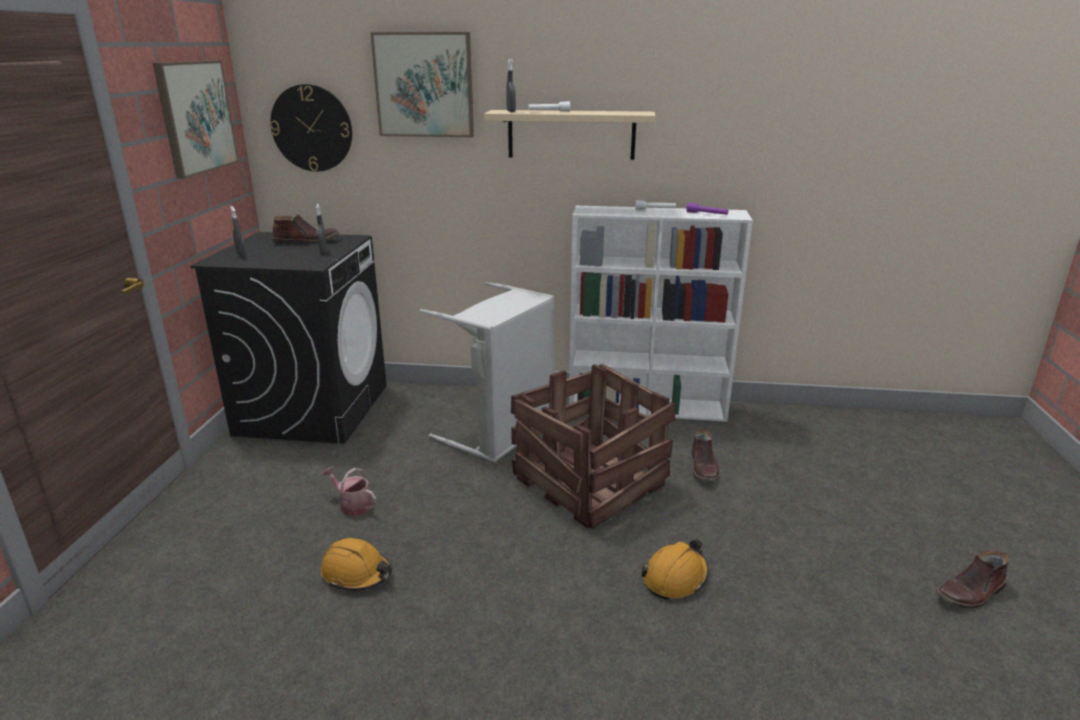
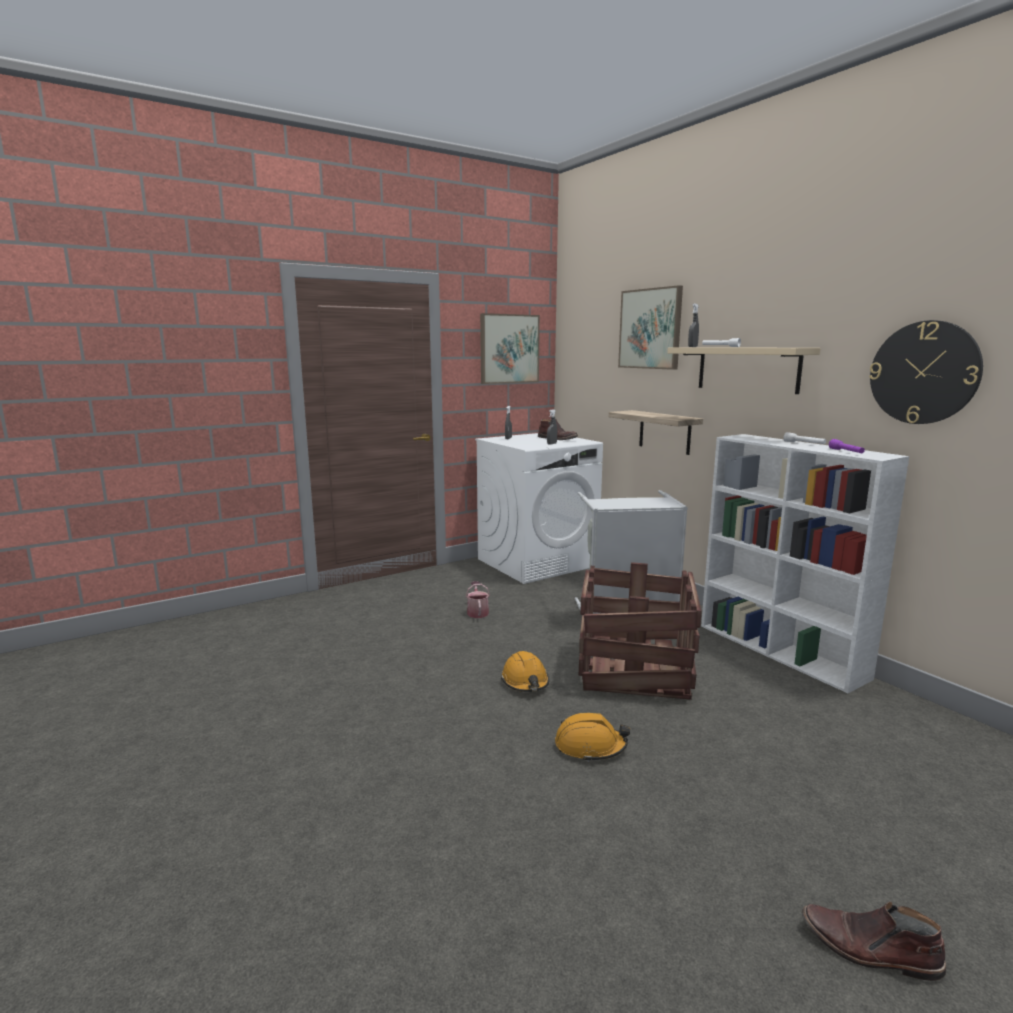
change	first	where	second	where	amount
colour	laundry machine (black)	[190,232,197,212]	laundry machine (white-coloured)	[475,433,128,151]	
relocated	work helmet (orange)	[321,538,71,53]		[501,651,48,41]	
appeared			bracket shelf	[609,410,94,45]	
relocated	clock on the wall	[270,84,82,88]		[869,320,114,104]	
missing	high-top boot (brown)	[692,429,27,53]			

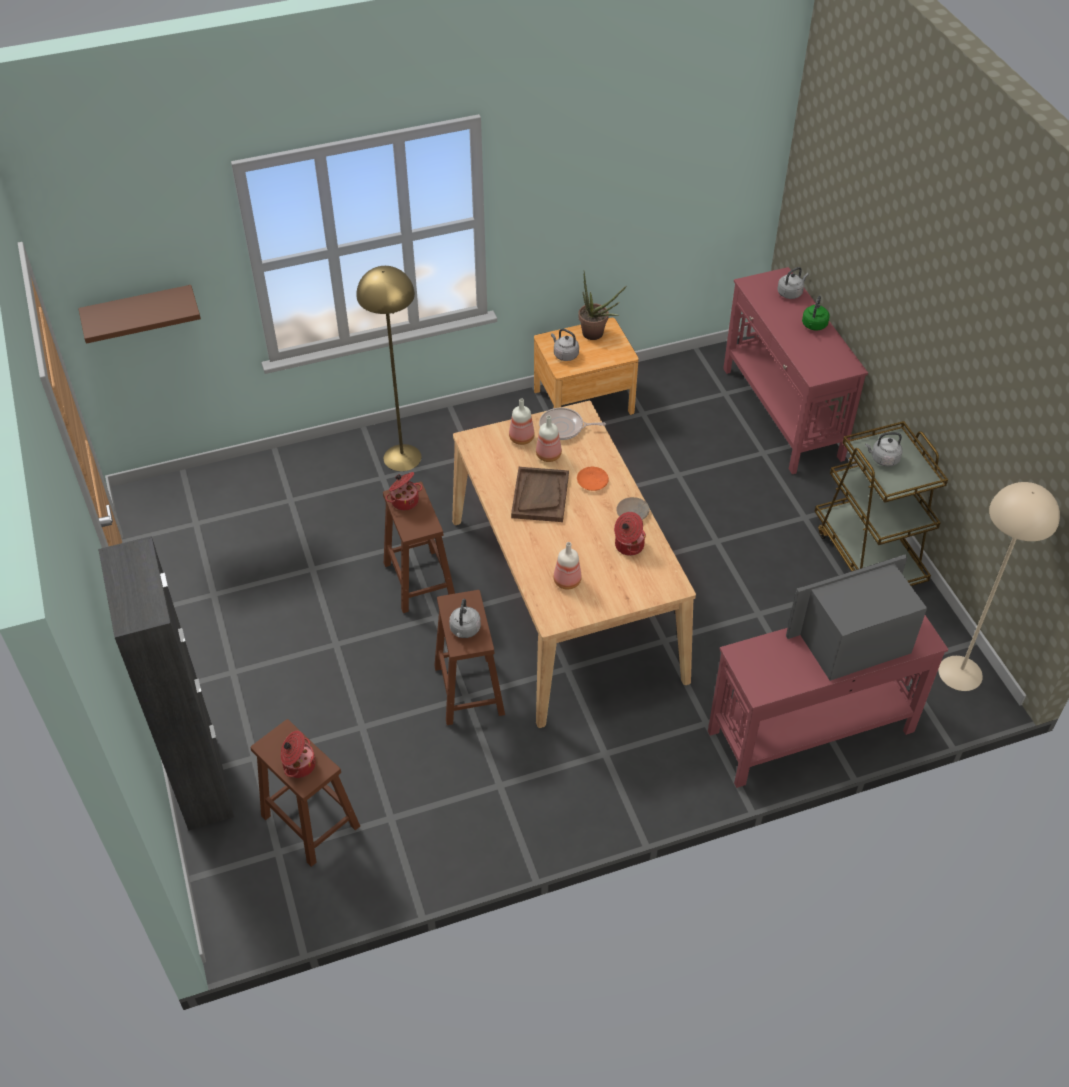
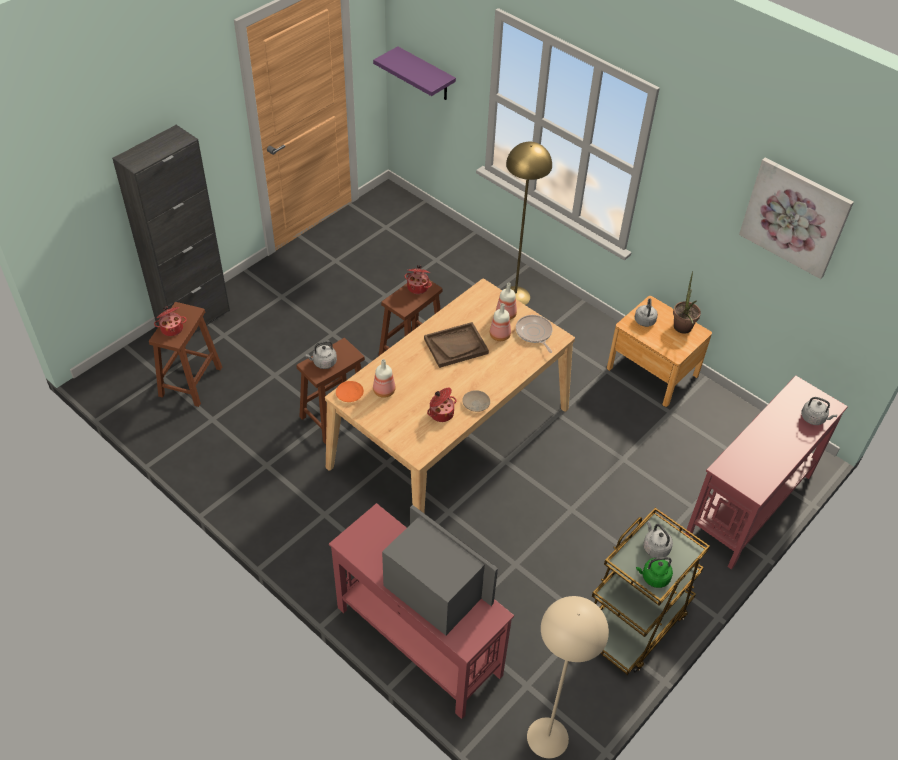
change	first	where	second	where	amount
relocated	plate (orange)	[577,466,32,25]		[336,381,28,21]	
colour	bracket shelf (brown)	[78,285,123,59]	bracket shelf (purple-coloured)	[373,46,83,54]	
relocated	kettle (greenish)	[802,296,28,35]		[636,557,37,31]	
appeared			wall picture	[739,157,115,122]	

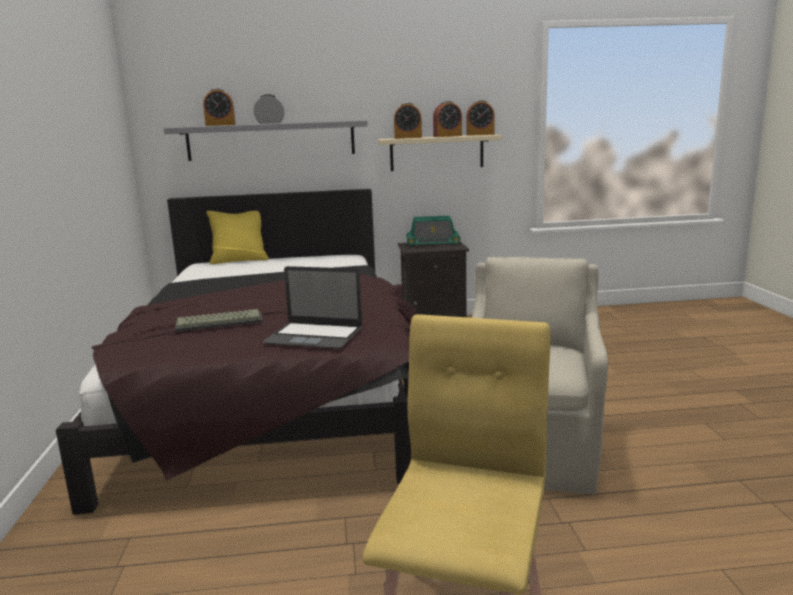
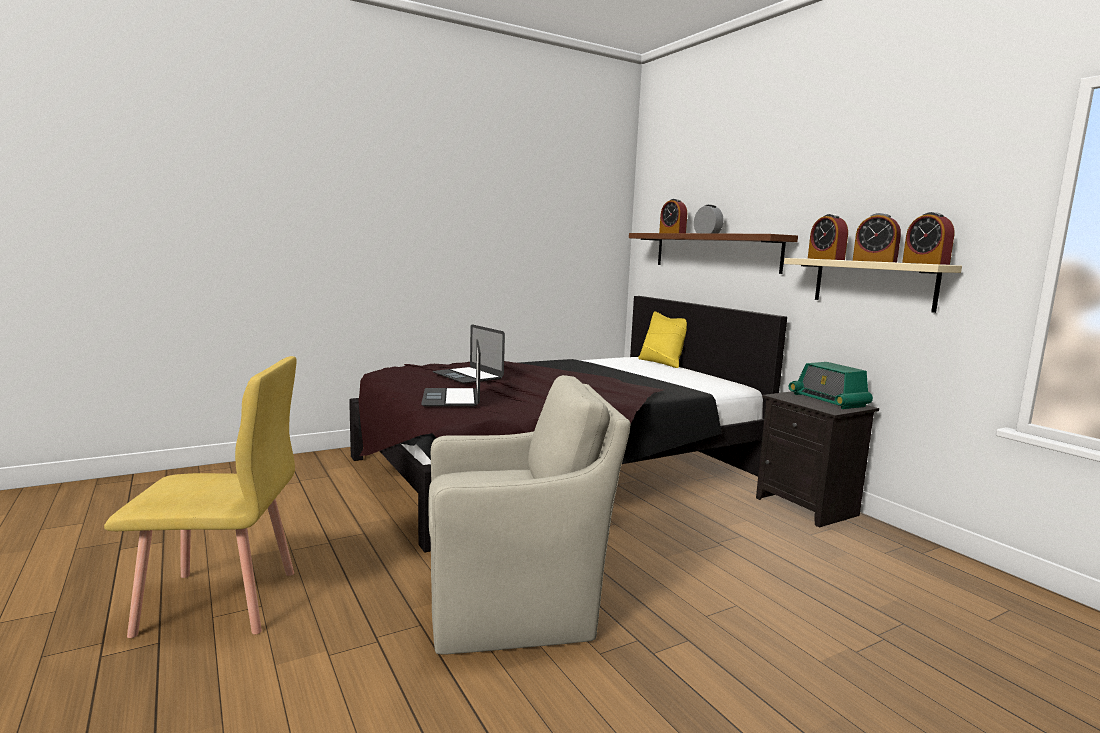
change	first	where	second	where	amount
exchanged	PC keyboard	[175,309,88,23]	laptop	[433,324,72,59]	
colour	bracket shelf (gray)	[164,120,204,41]	bracket shelf (brown)	[629,233,169,41]	

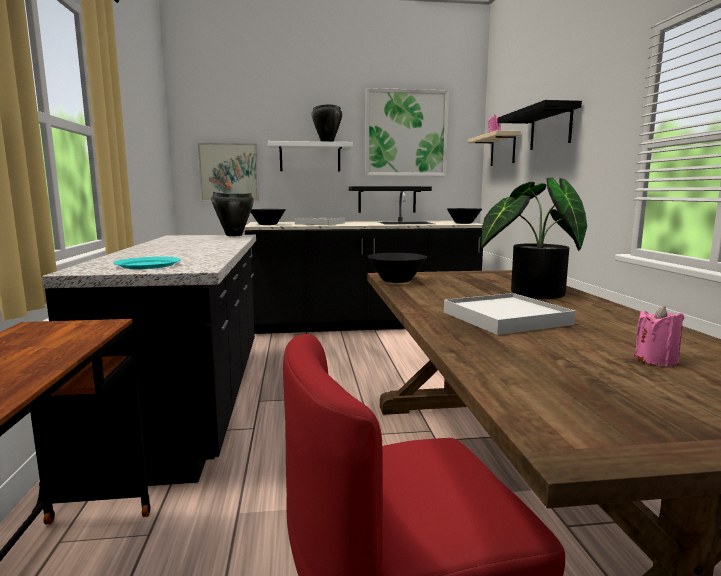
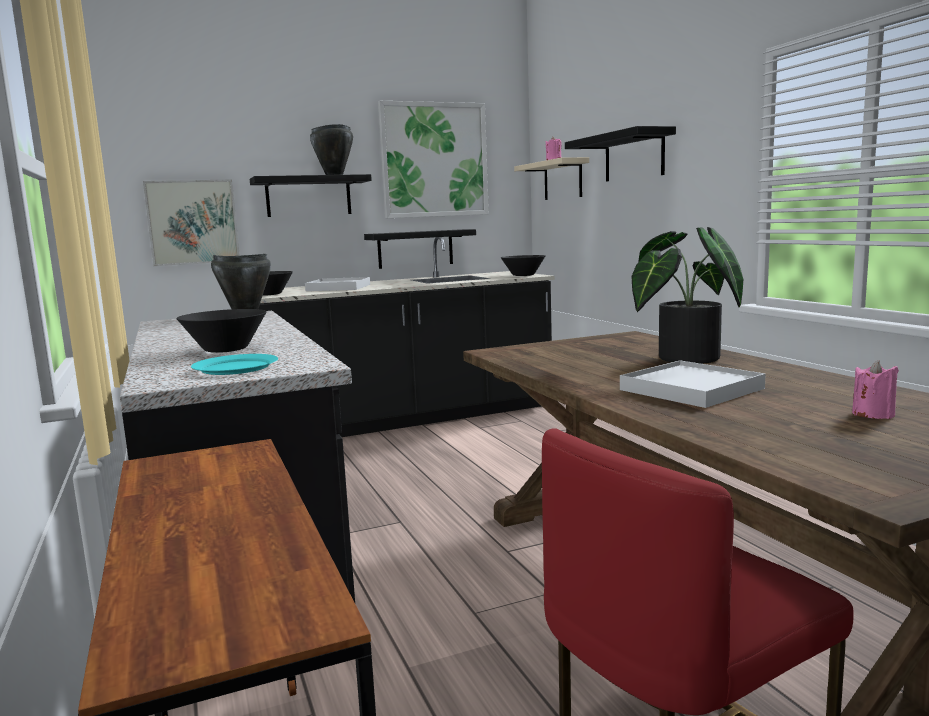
change	first	where	second	where	amount
relocated	serving bowl (black)	[367,253,60,30]		[176,309,91,44]	
colour	bracket shelf (white-coloured)	[268,141,85,30]	bracket shelf (black)	[250,174,122,43]	

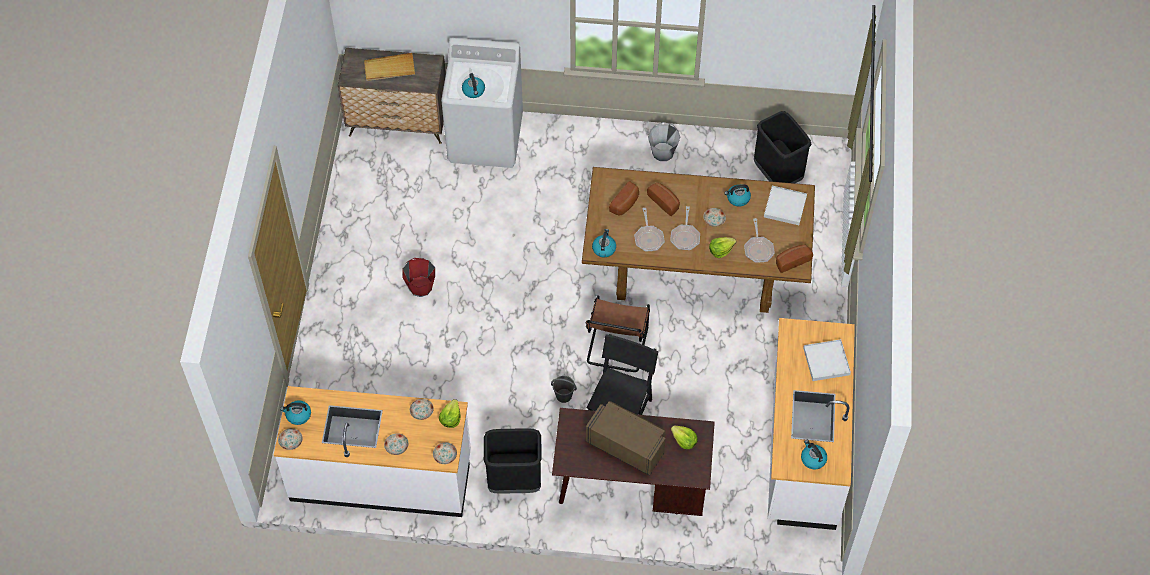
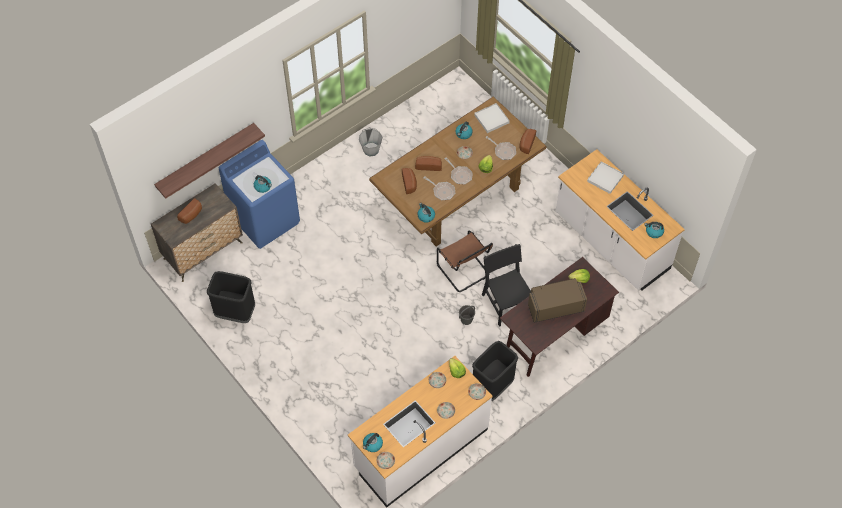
change	first	where	second	where	amount
appeared			bracket shelf	[154,123,111,76]	
exchanged	tray (beige-coloured)	[364,53,51,28]	baked bread	[177,198,25,26]	
relocated	waste bin (black)	[754,111,58,72]		[207,271,48,52]	
colour	laundry machine (white-coloured)	[441,38,82,130]	laundry machine (blue)	[219,140,81,109]	
missing	pail (reddish)	[402,258,33,39]			

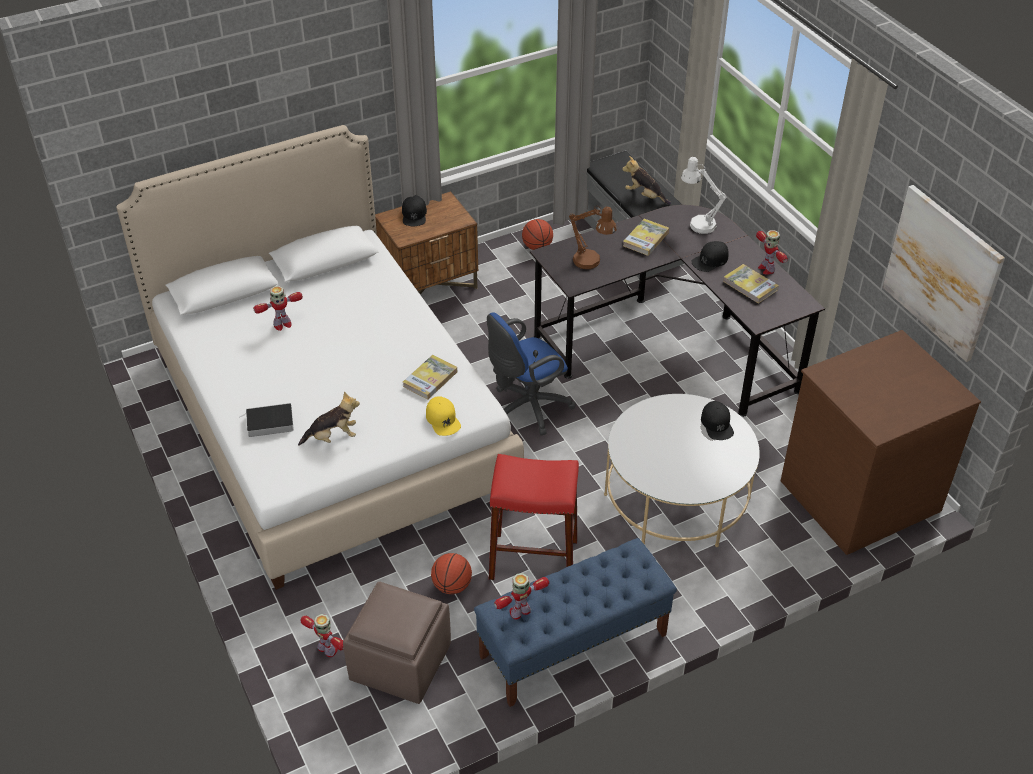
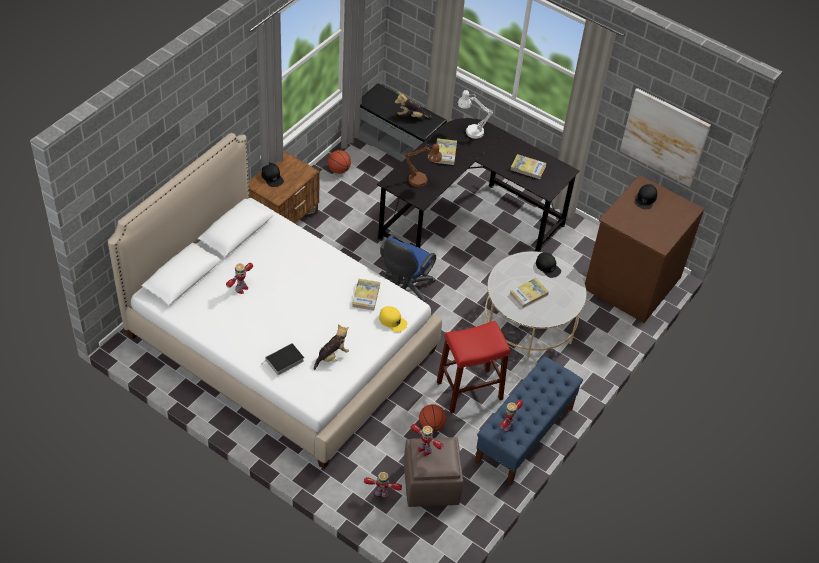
change	first	where	second	where	amount
relocated	robot figure	[756,230,32,45]		[410,424,34,32]	
appeared			volume	[510,278,39,30]	
relocated	baseball cap (black)	[691,241,38,31]		[635,184,22,25]	

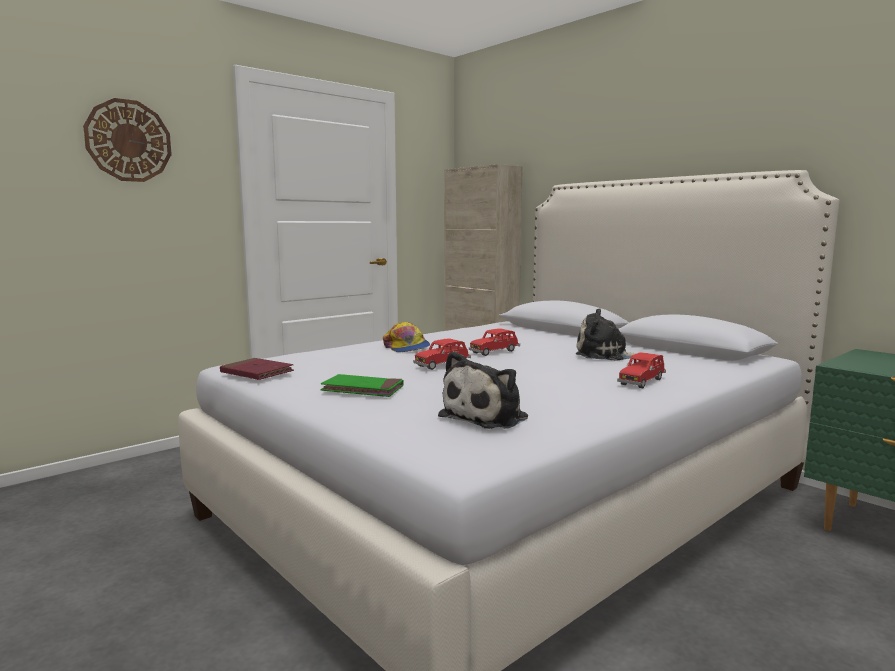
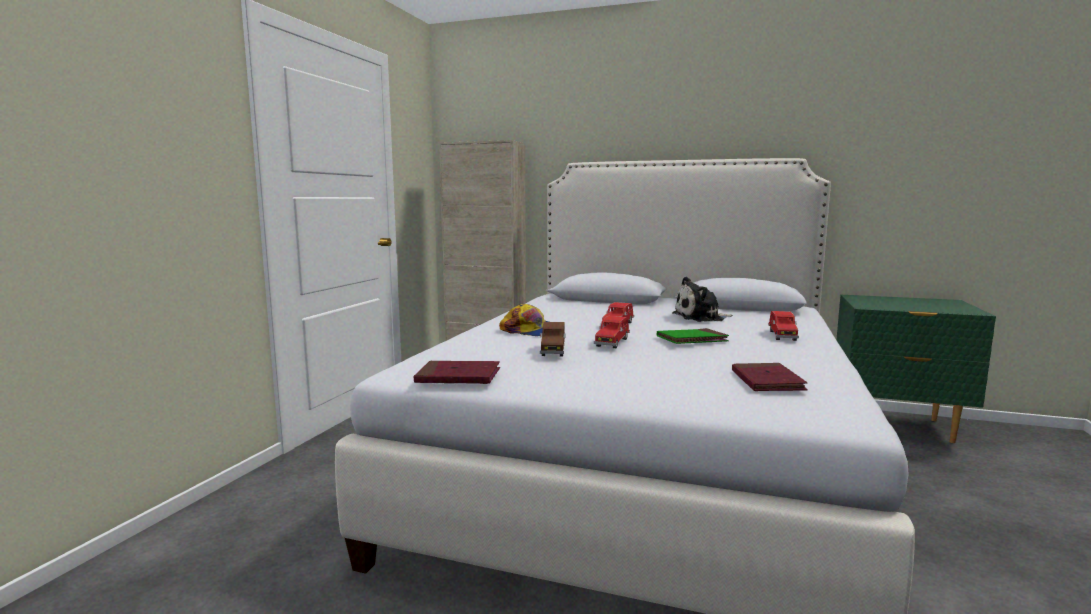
change	first	where	second	where	amount
appeared			toy car (brown)	[540,322,26,34]	
relocated	volume (greenish)	[320,374,83,23]		[657,328,72,16]	
exchanged	plush toy	[438,351,90,78]	volume (reddish)	[732,363,76,28]	
missing	clock on the wall	[83,98,89,84]			

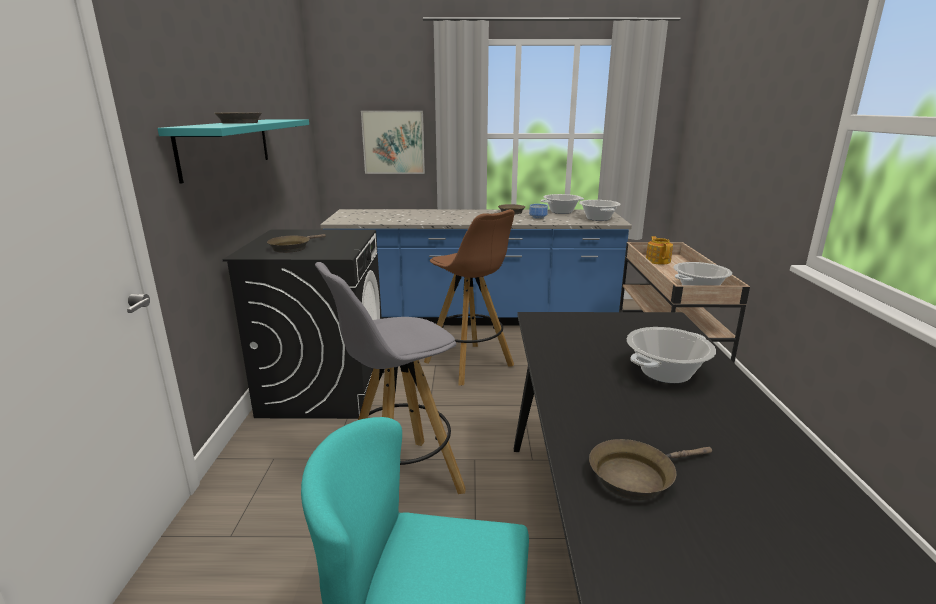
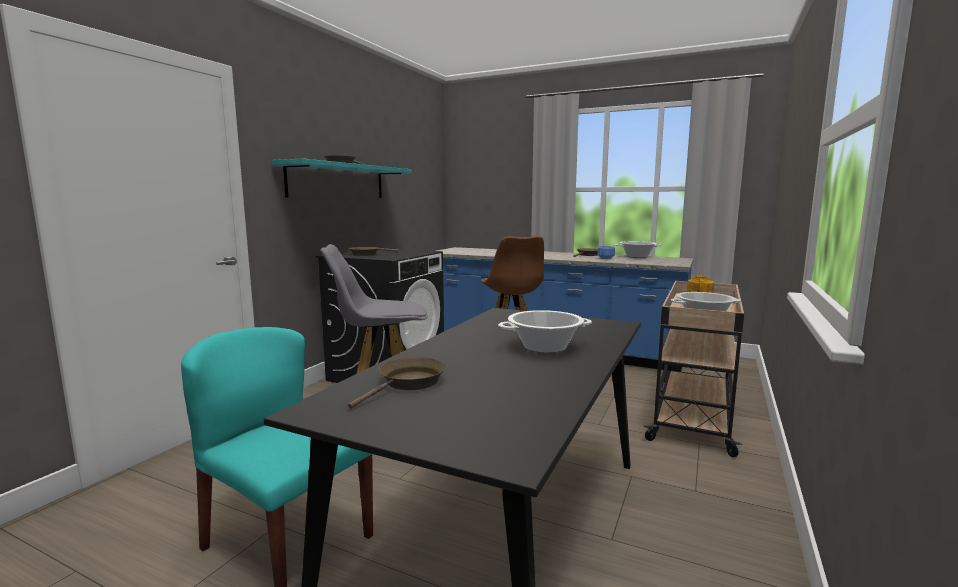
change	first	where	second	where	amount
spun	pan (brown)	[589,439,123,61]		[348,357,98,52]	120 degrees clockwise
missing	wall picture	[361,111,64,63]			
missing	stockpot	[579,200,42,21]			

